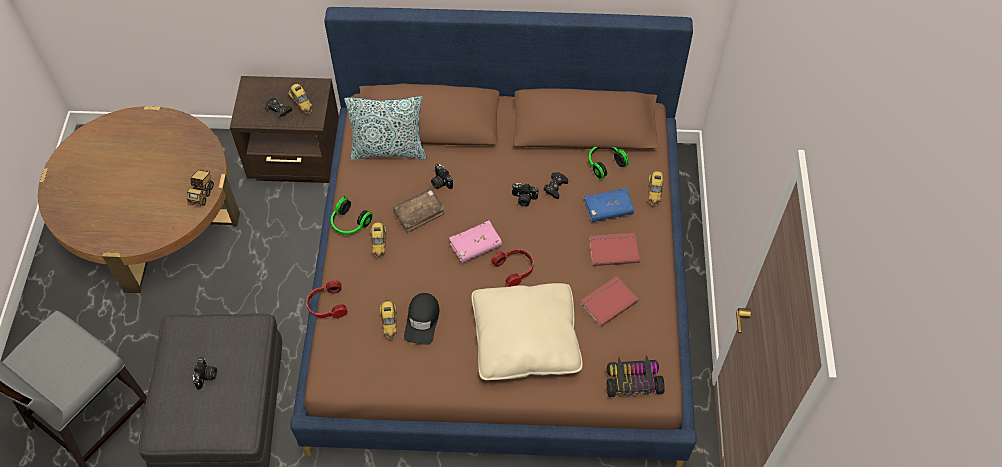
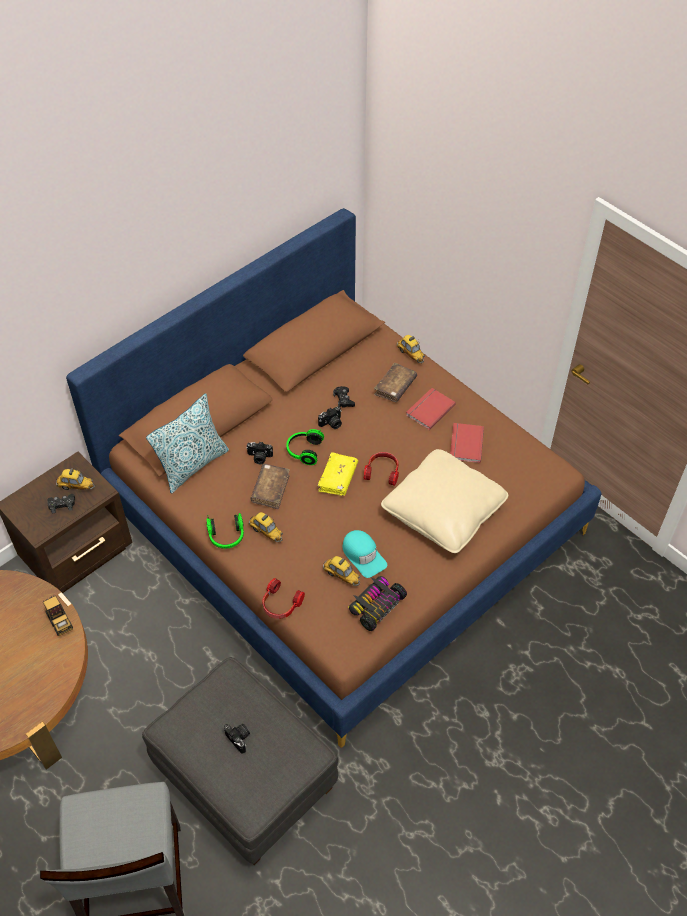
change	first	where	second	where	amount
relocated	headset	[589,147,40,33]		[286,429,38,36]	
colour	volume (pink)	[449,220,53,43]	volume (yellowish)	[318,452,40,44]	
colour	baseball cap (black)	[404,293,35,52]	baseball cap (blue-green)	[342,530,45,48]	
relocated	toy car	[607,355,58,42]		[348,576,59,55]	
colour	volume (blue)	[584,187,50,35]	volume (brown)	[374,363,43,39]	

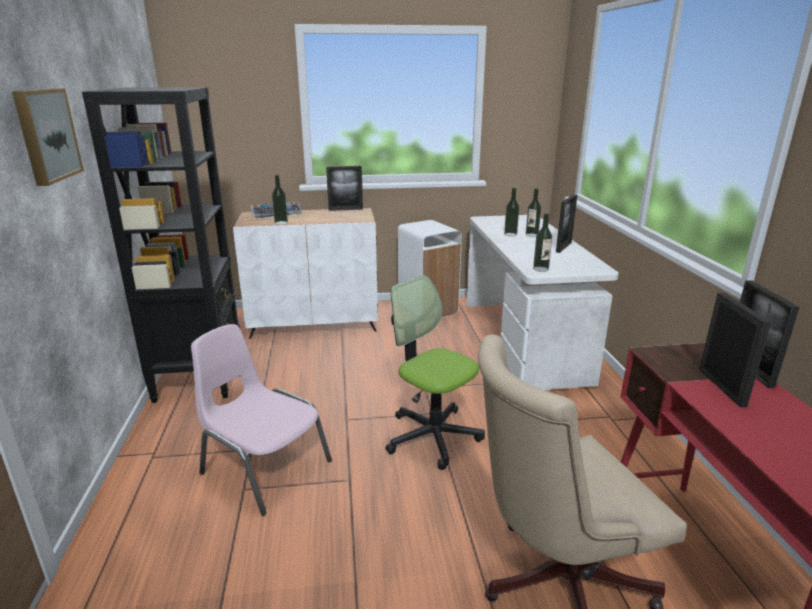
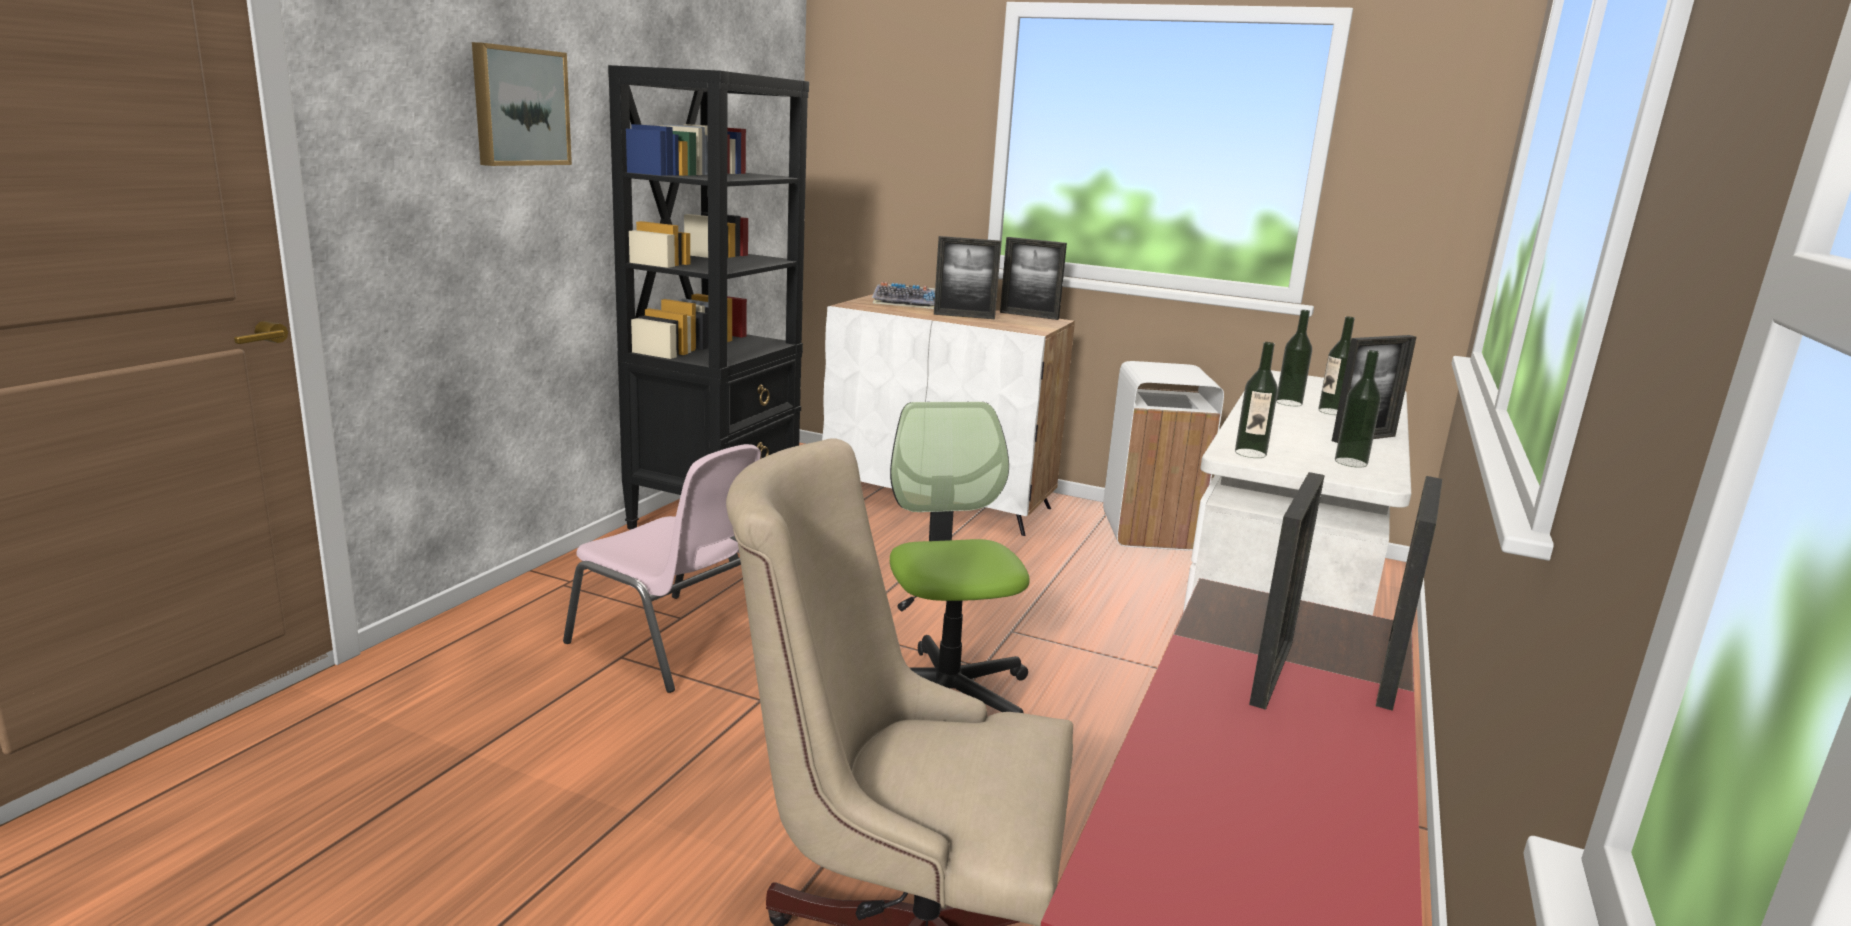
change	first	where	second	where	amount
spun	chair (pink)	[191,324,141,192]		[563,444,198,249]	150 degrees clockwise
appeared			standing frame	[934,236,67,83]	
relocated	bottle	[272,175,16,50]		[1335,350,46,118]	

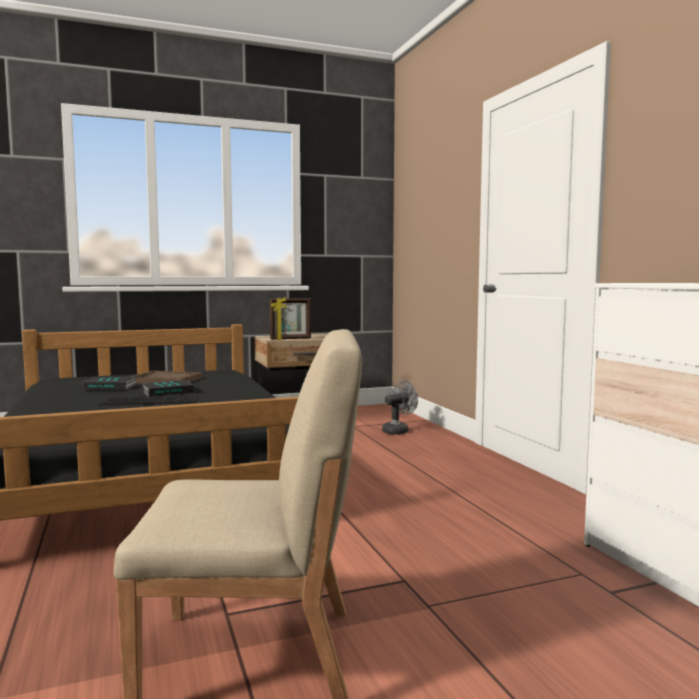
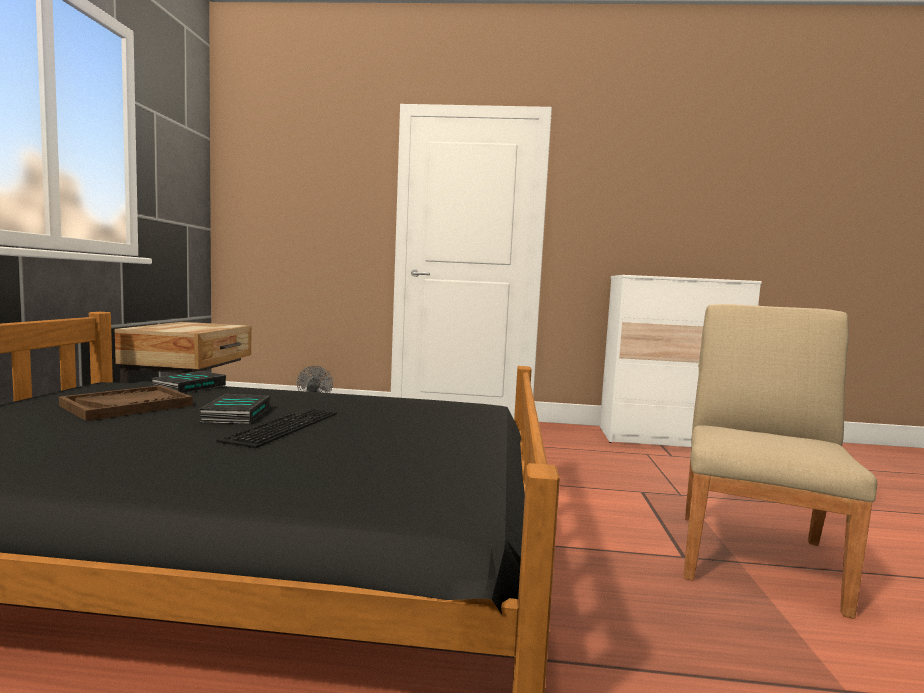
change	first	where	second	where	amount
relocated	volume	[83,377,53,13]		[150,371,76,22]	
missing	standing frame	[270,297,41,43]			

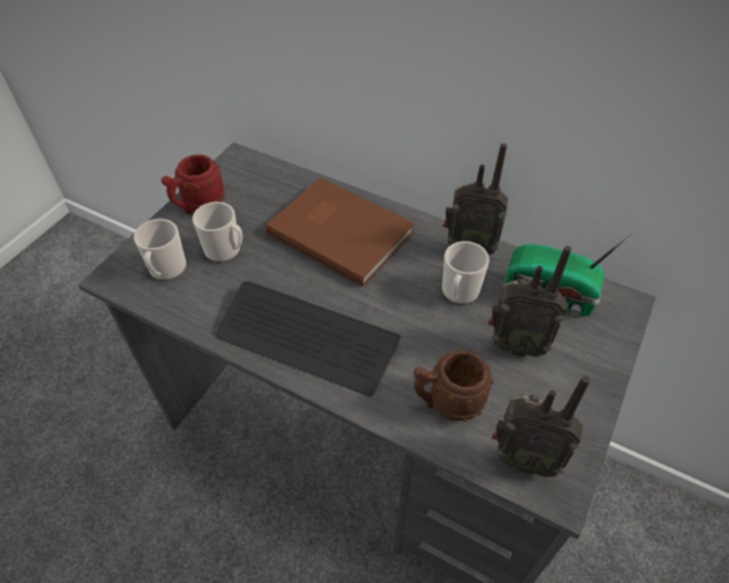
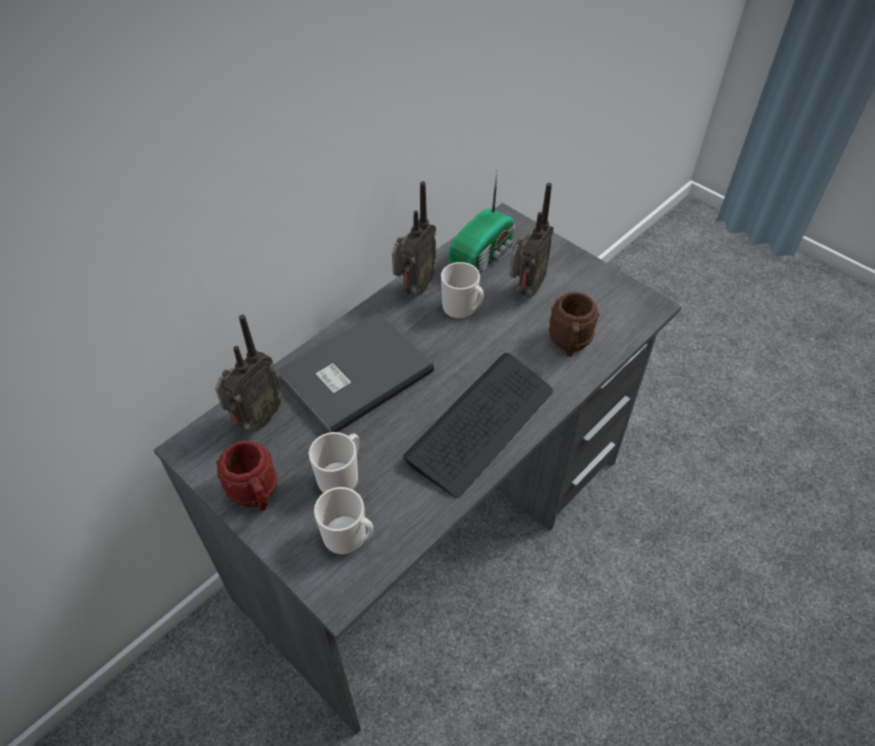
change	first	where	second	where	amount
relocated	radio	[492,376,99,101]		[215,315,67,117]	
colour	volume (brown)	[266,178,149,109]	volume (gray)	[278,312,156,121]	

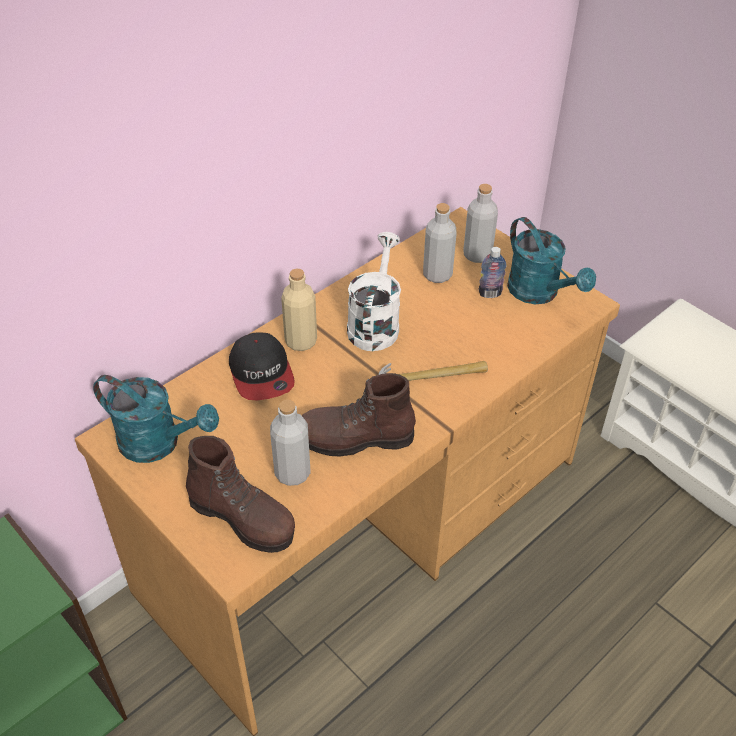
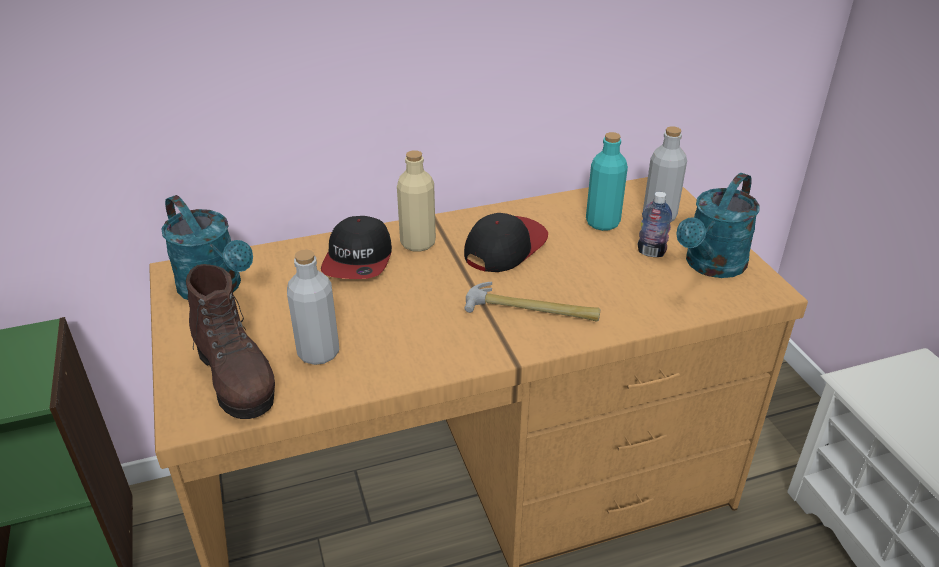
change	first	where	second	where	amount
exchanged	watering can (white-coloured)	[347,232,54,119]	baseball cap	[464,213,84,59]	
colour	bottle (gray)	[423,203,34,80]	bottle (blue-green)	[586,132,42,99]	
spun	watering can (blue-green)	[507,217,89,87]		[676,173,84,105]	45 degrees clockwise
missing	high-top boot (brown)	[302,373,114,83]			

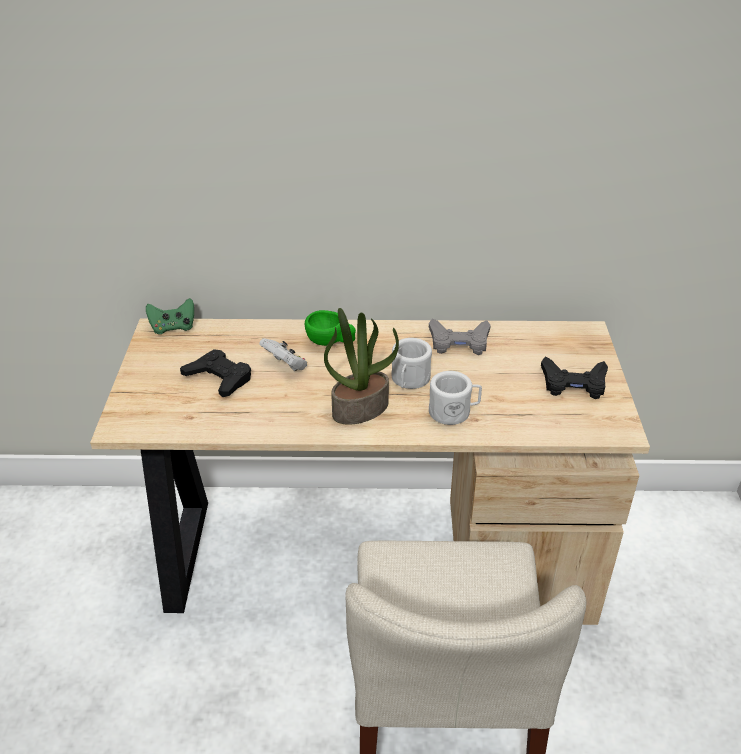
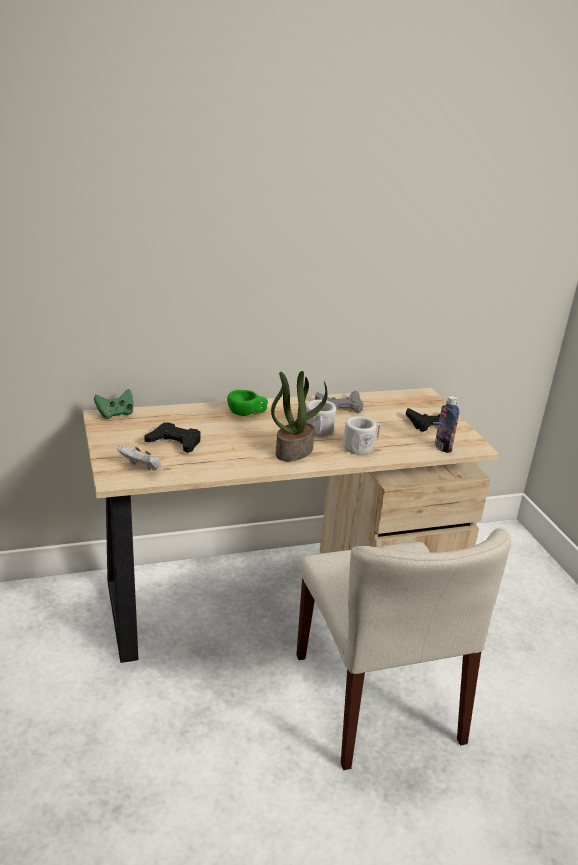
change	first	where	second	where	amount
relocated	joypad (white-coloured)	[259,338,48,33]		[117,445,44,26]	
appeared			bottle	[435,396,24,57]	

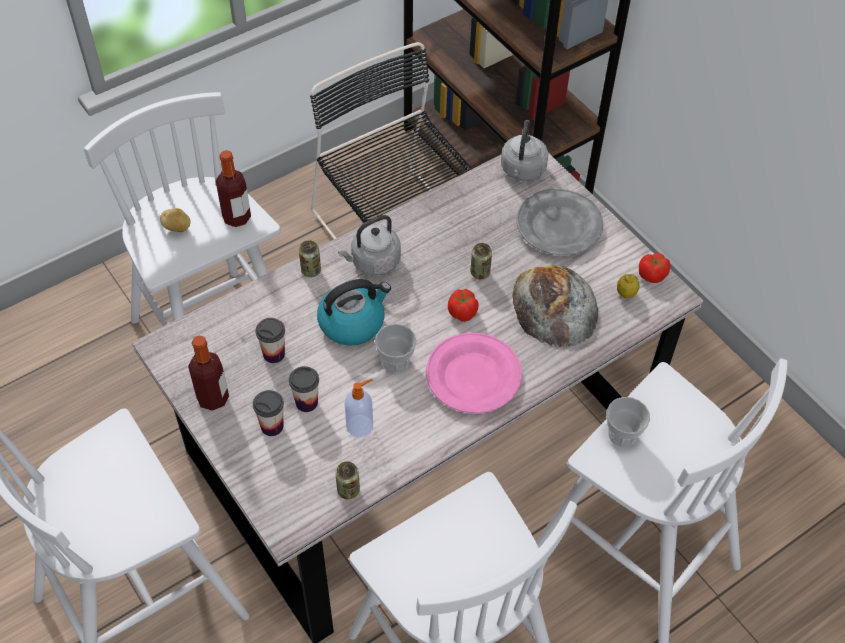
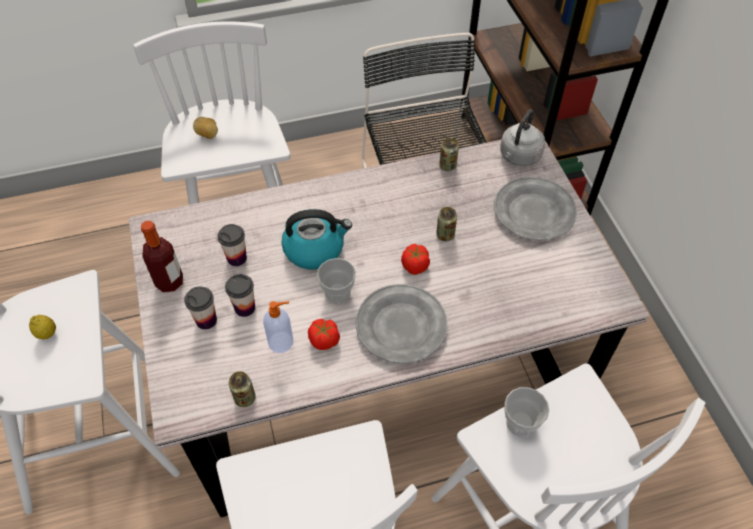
change	first	where	second	where	amount
relocated	whole lemon	[617,274,23,24]		[29,315,27,24]	
relocated	tomato	[639,253,32,30]		[308,319,32,31]	
colour	plate (pink)	[426,332,96,81]	plate (gray)	[356,284,92,79]	
relocated	metal can	[299,240,22,37]		[439,138,20,33]	
missing	bottle	[216,150,35,77]			
missing	kettle (gray)	[338,215,63,60]			
missing	baked bread	[512,265,86,82]			

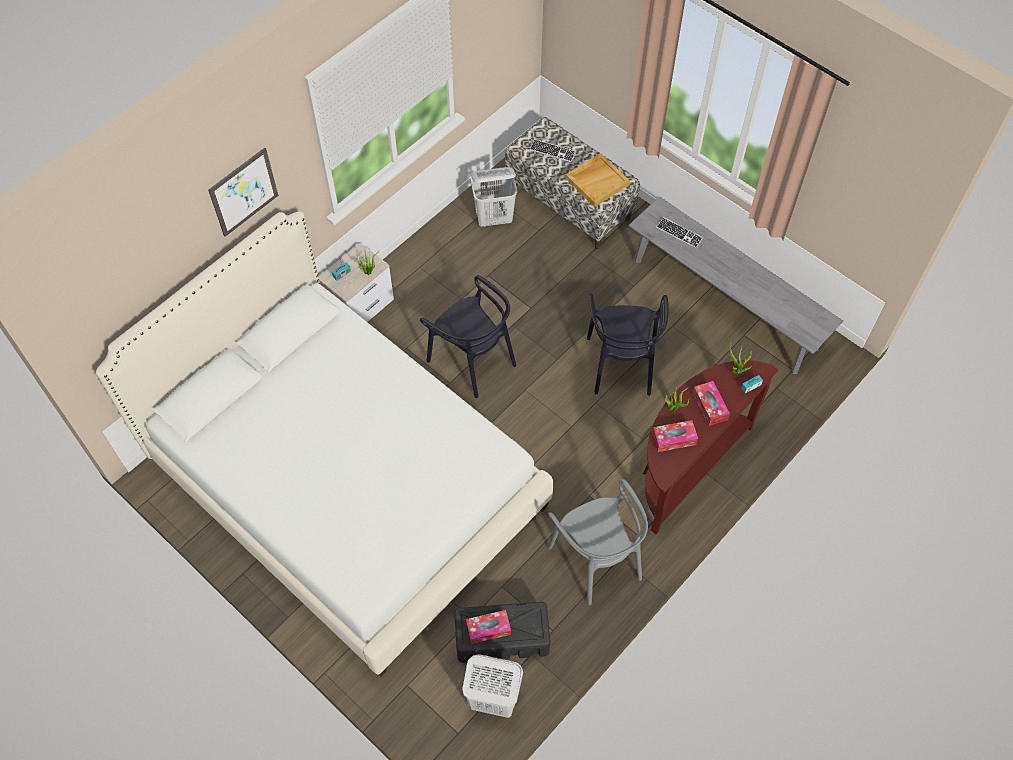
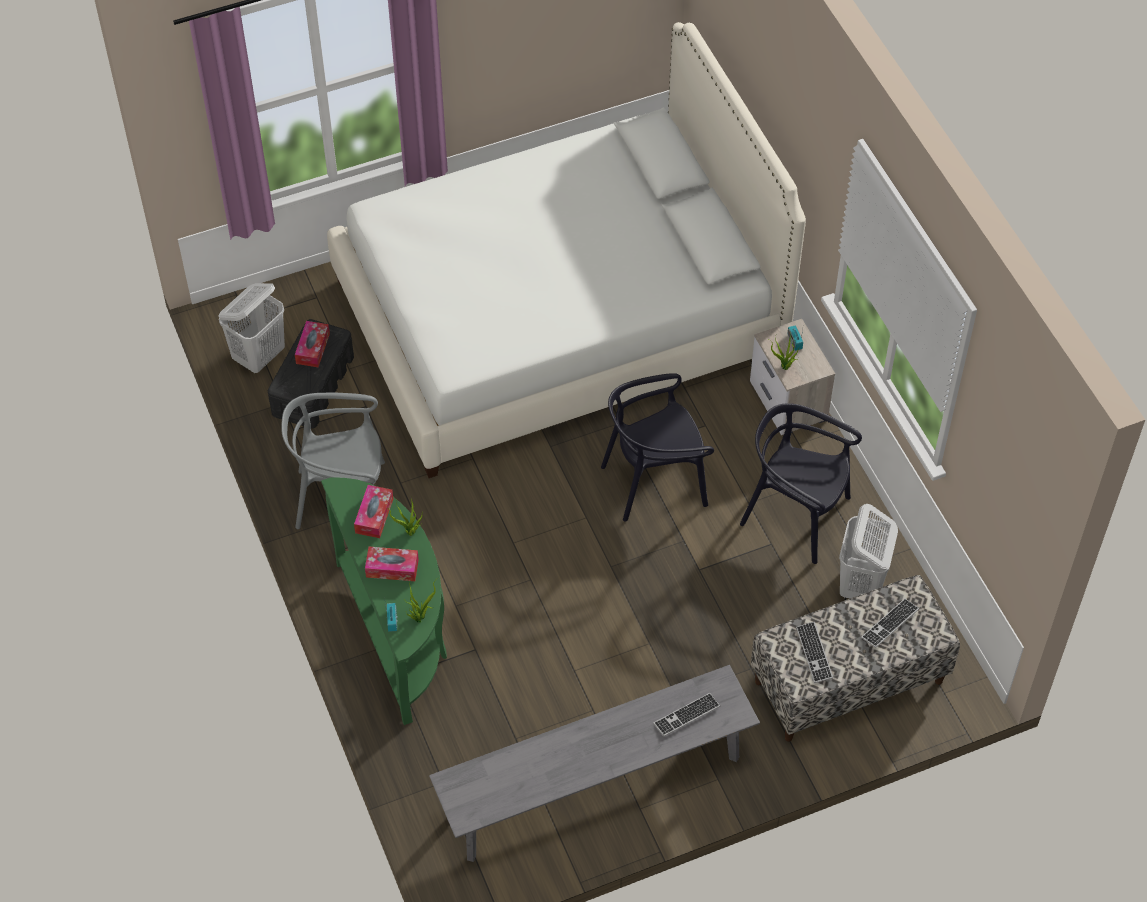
change	first	where	second	where	amount
colour	narrow table (brown)	[643,360,135,174]	narrow table (greenish)	[321,477,126,248]	
relocated	chair (black)	[587,293,82,103]		[740,403,122,161]	
exchanged	tray (beige-coloured)	[565,153,65,54]	PC keyboard	[796,622,37,61]	
missing	wall picture	[208,148,70,89]			

